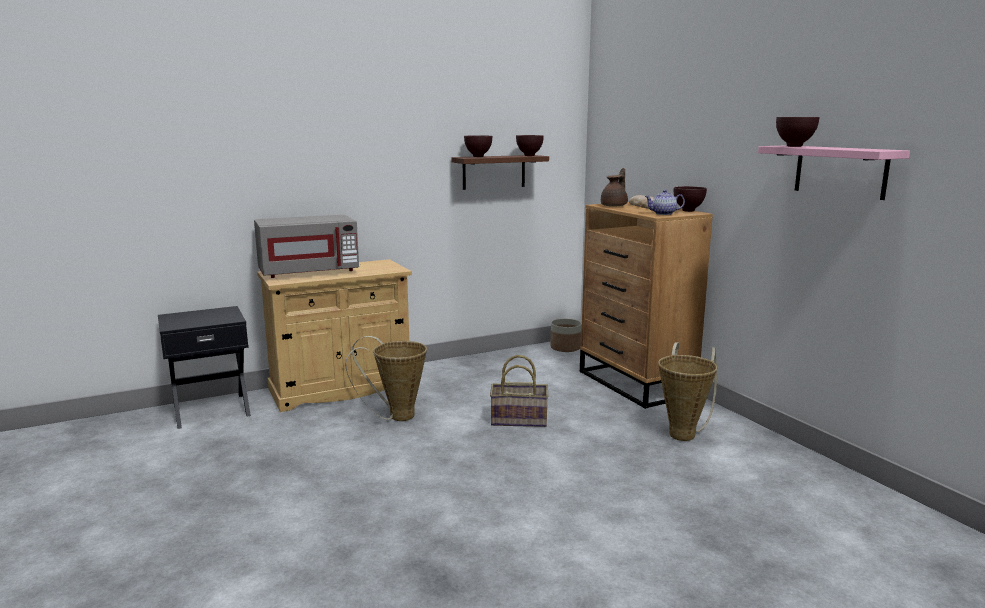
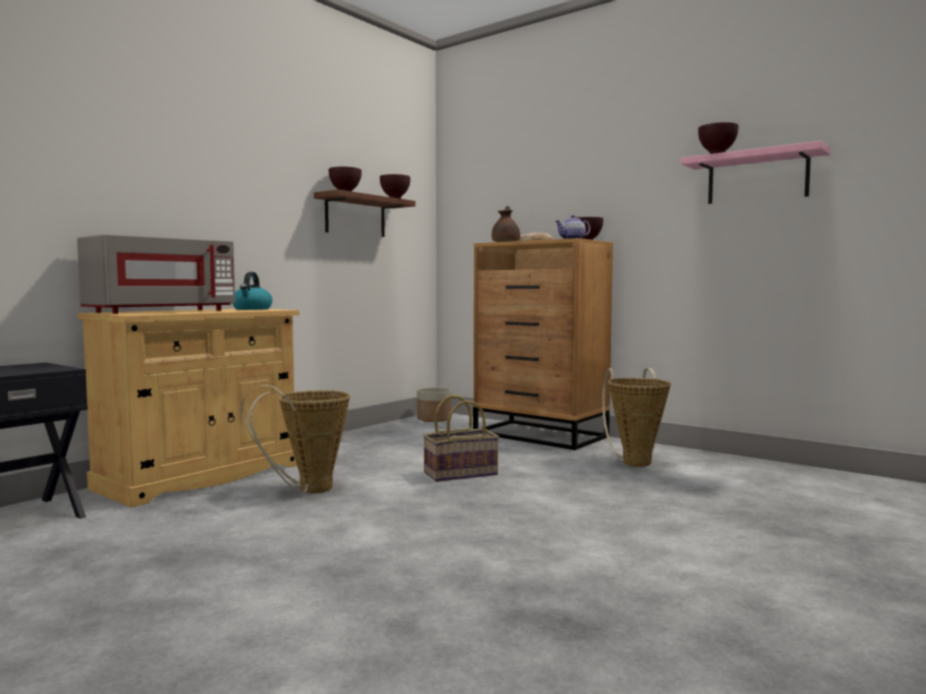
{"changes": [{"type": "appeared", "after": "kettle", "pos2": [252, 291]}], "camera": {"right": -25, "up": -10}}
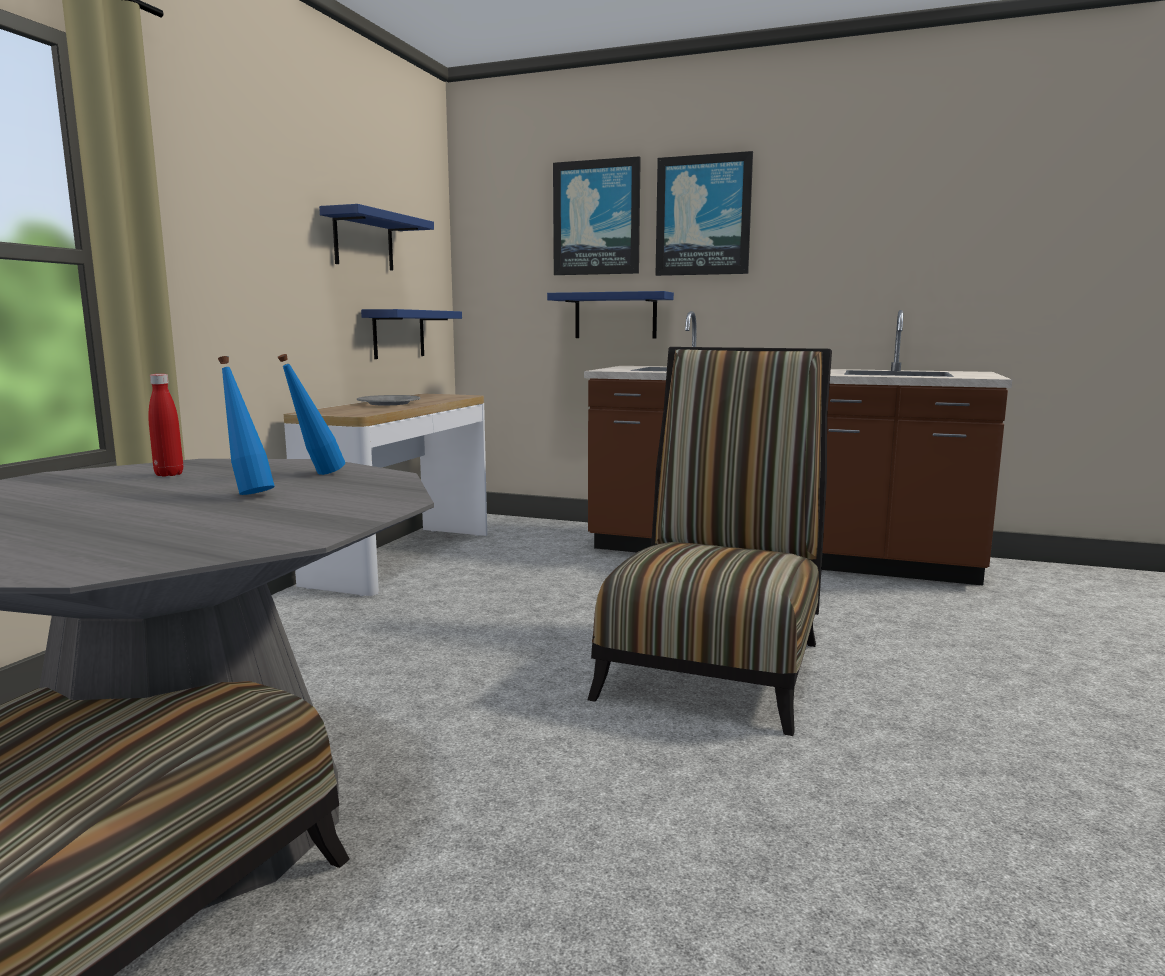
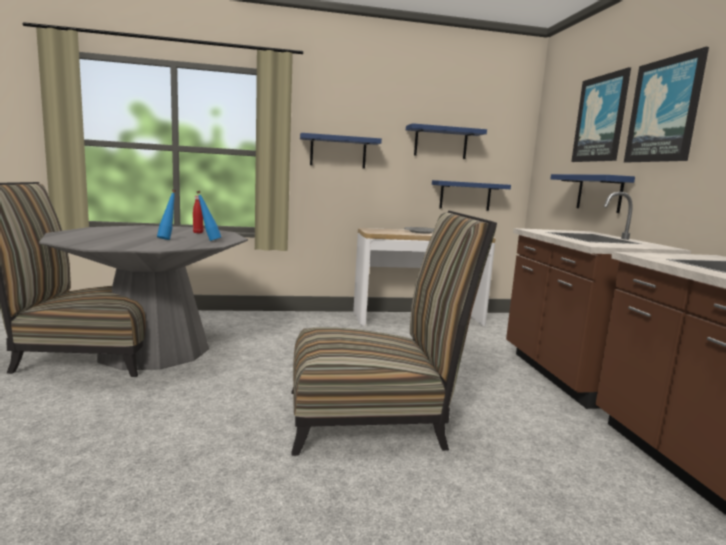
{"changes": [{"type": "appeared", "after": "blue shelf", "pos2": [341, 151]}], "camera": {"right": 60, "up": 0}}
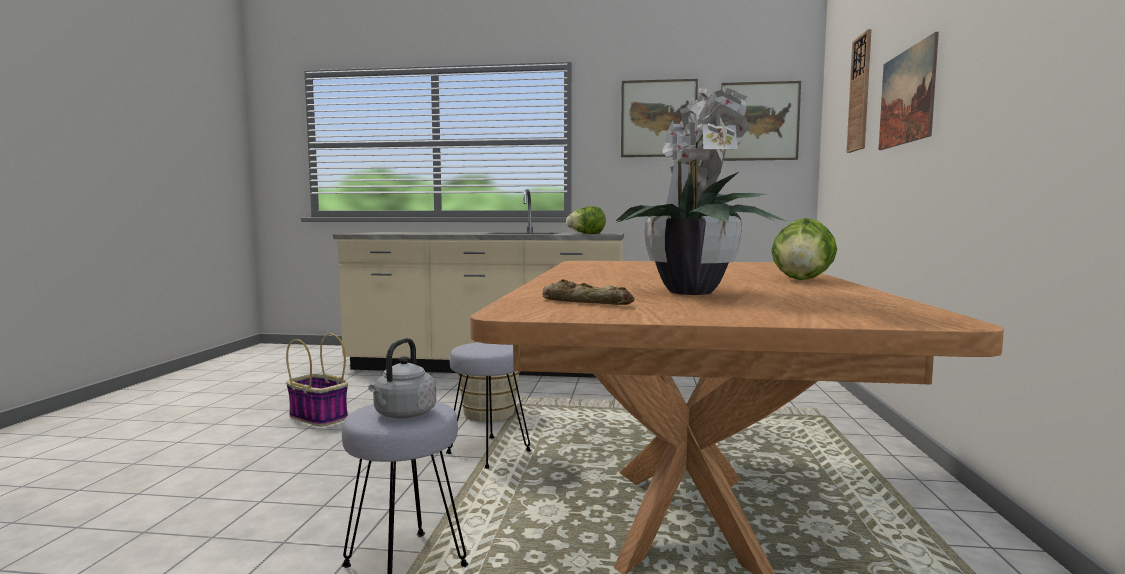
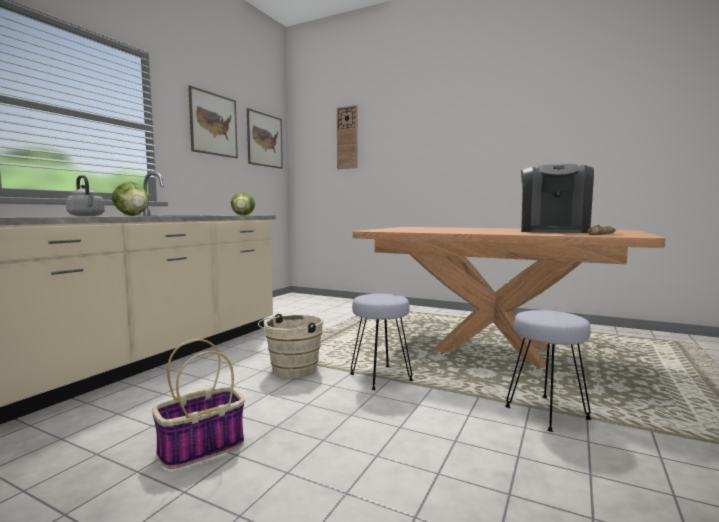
{"changes": [{"type": "relocated", "before": "grey kettle", "pos1": [402, 378], "pos2": [85, 195]}, {"type": "relocated", "before": "lettuce", "pos1": [804, 249], "pos2": [130, 198]}, {"type": "exchanged", "before": "potted plant", "after": "coffee machine", "pos1": [700, 190], "pos2": [557, 198]}, {"type": "missing", "before": "picture", "pos1": [909, 91]}], "camera": {"right": -70, "up": 0}}
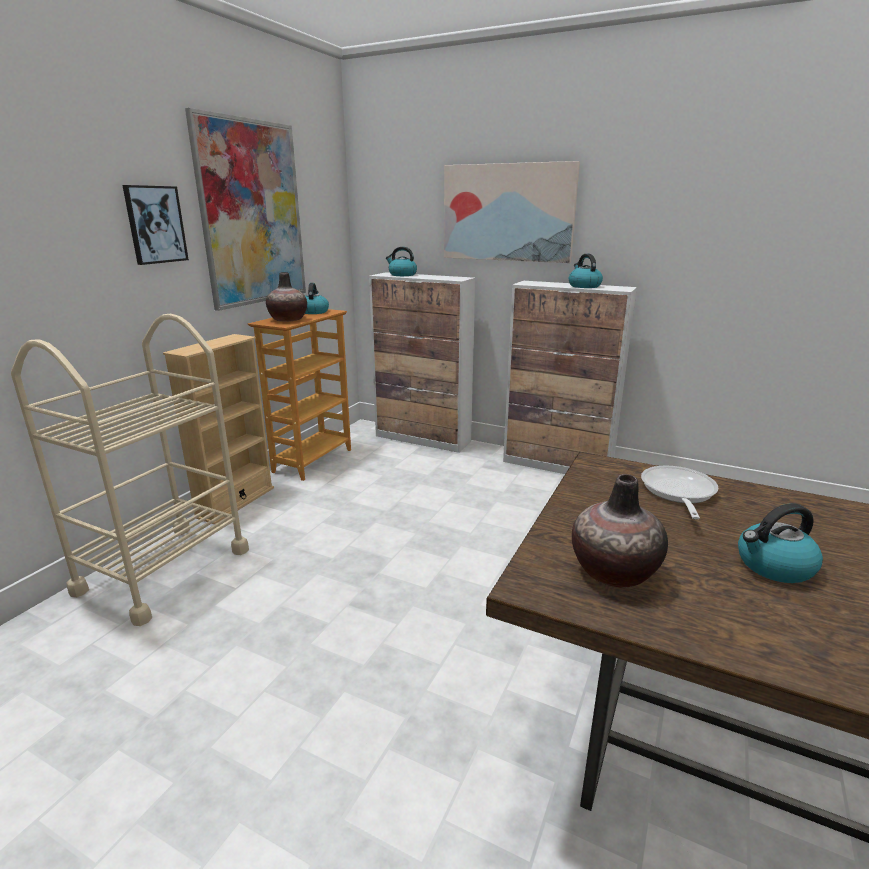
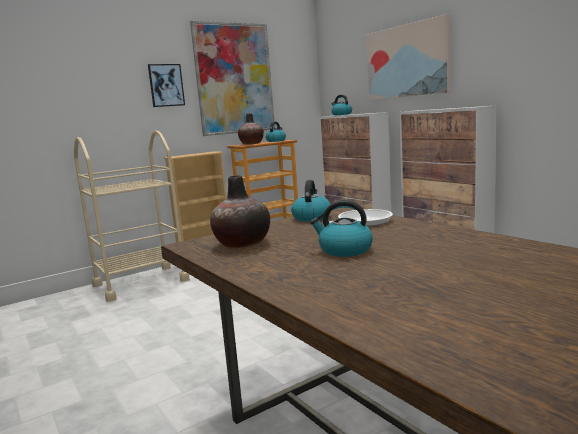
{"changes": [{"type": "relocated", "before": "kettle", "pos1": [586, 271], "pos2": [311, 201]}], "camera": {"right": 30, "up": -10}}
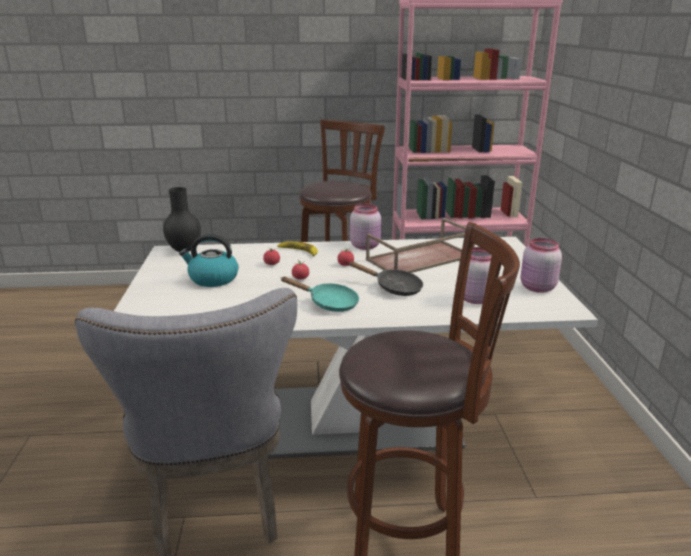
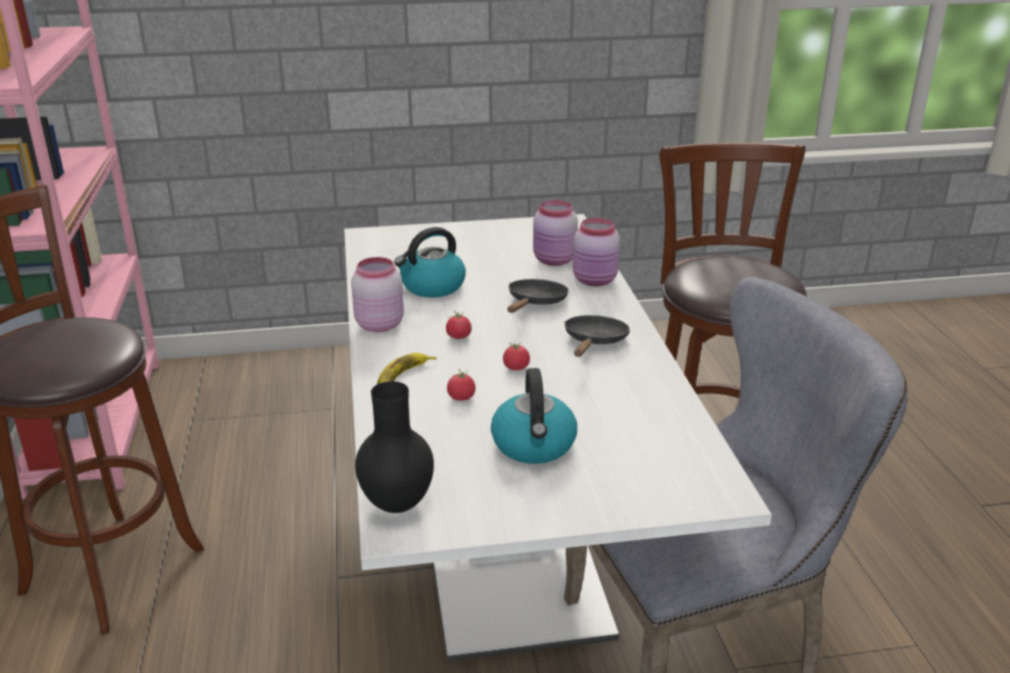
{"changes": [{"type": "exchanged", "before": "brown tray", "after": "kettle", "pos1": [420, 245], "pos2": [430, 262]}, {"type": "colour", "before": "turquoise frying pan", "after": "black frying pan", "pos1": [319, 294], "pos2": [597, 336]}, {"type": "relocated", "before": "pink jar", "pos1": [541, 265], "pos2": [596, 251]}], "camera": {"right": -95, "up": 5}}
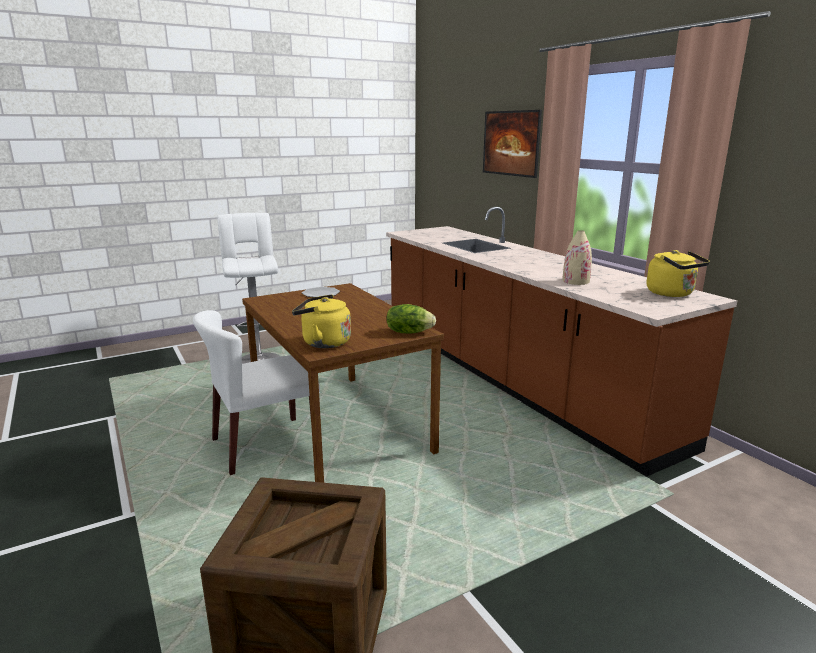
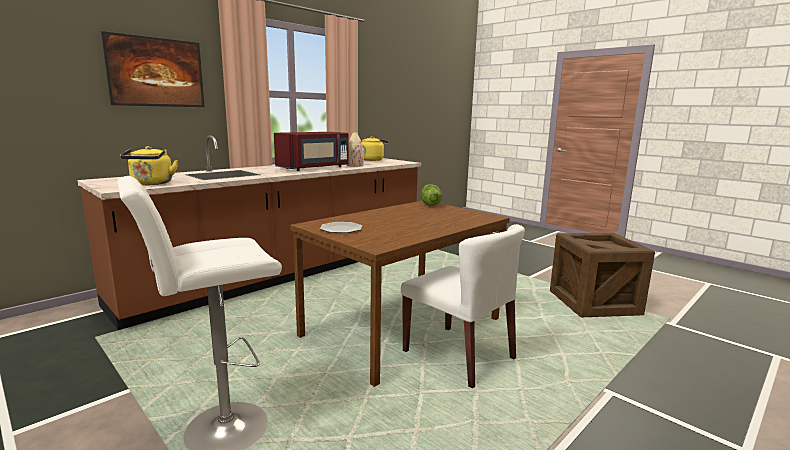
{"changes": [{"type": "relocated", "before": "yellow kettle", "pos1": [321, 321], "pos2": [149, 165]}, {"type": "appeared", "after": "red microwave", "pos2": [311, 151]}], "camera": {"right": -105, "up": -5}}
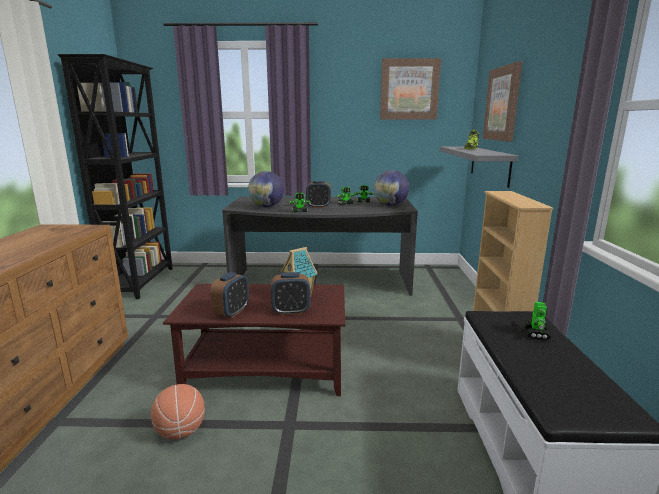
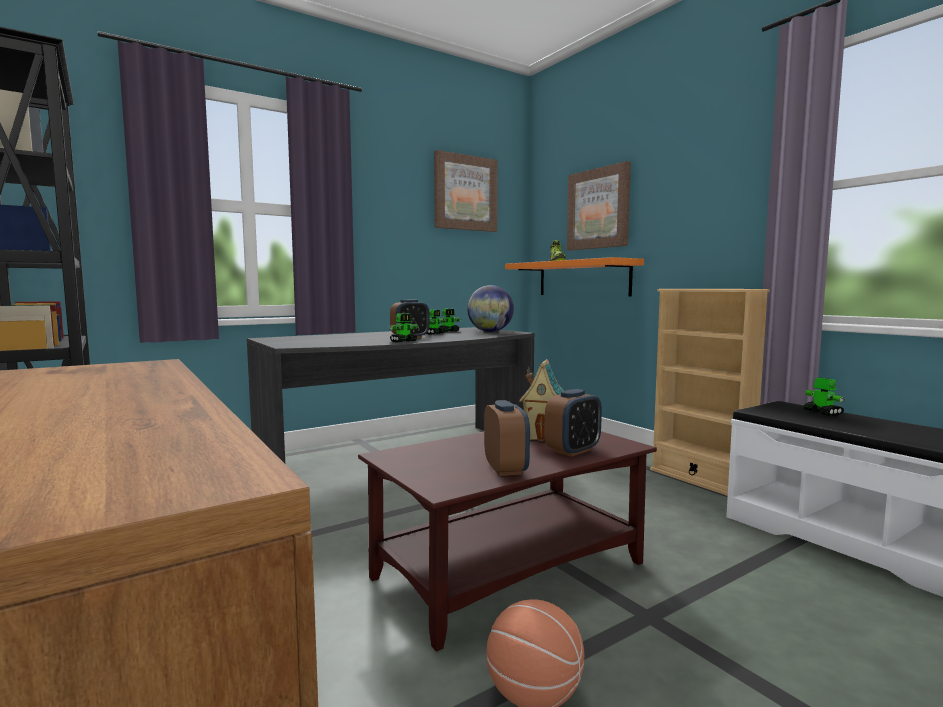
{"changes": [{"type": "colour", "before": "grey shelf", "after": "orange shelf", "pos1": [479, 167], "pos2": [574, 276]}, {"type": "missing", "before": "globe", "pos1": [266, 189]}], "camera": {"right": -35, "up": -10}}
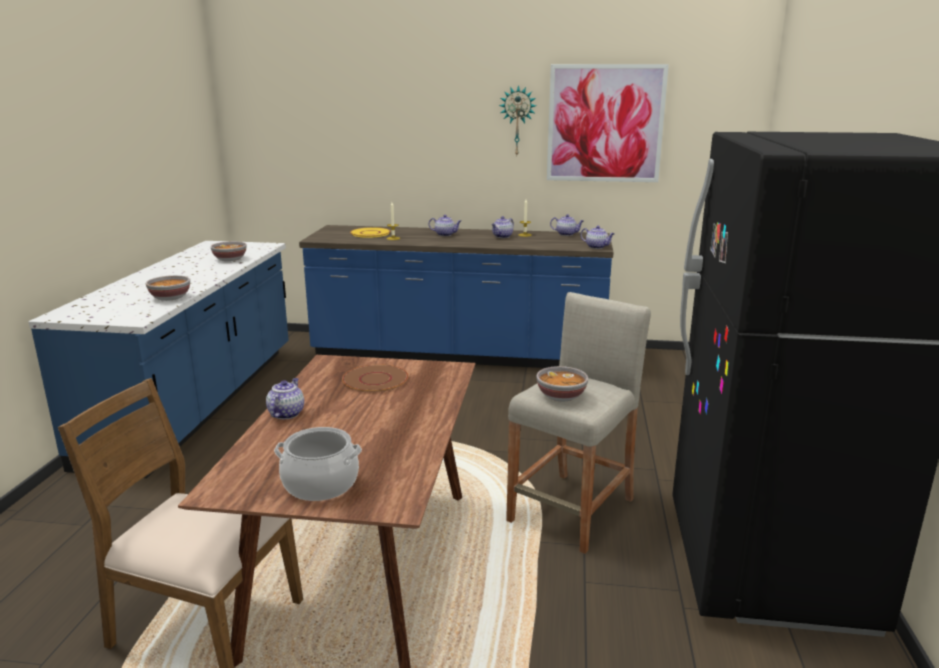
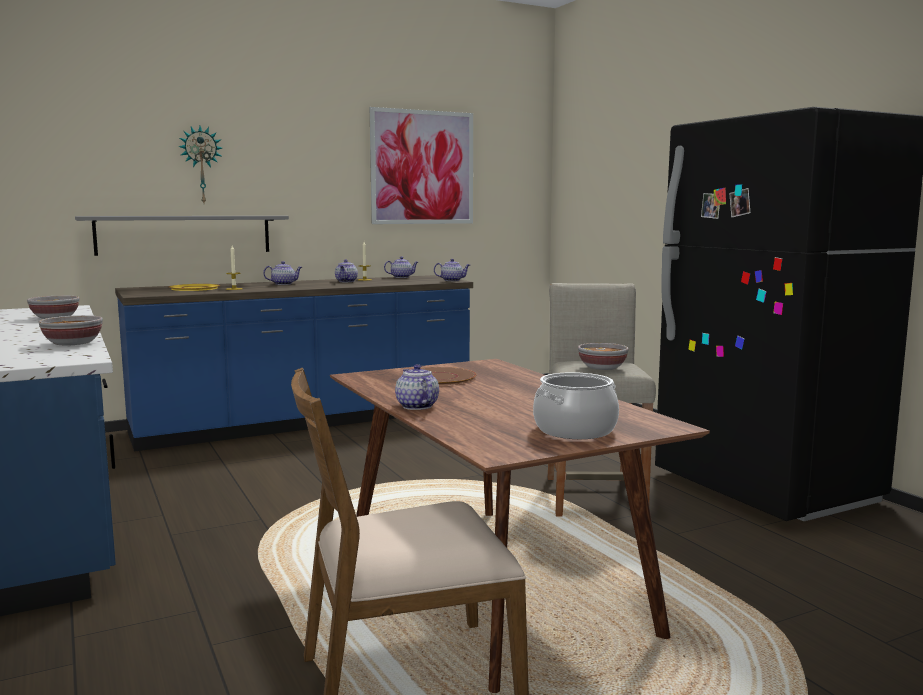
{"changes": [{"type": "appeared", "after": "grey shelf", "pos2": [182, 236]}, {"type": "relocated", "before": "wall clock", "pos1": [518, 120], "pos2": [200, 164]}], "camera": {"right": -35, "up": -10}}
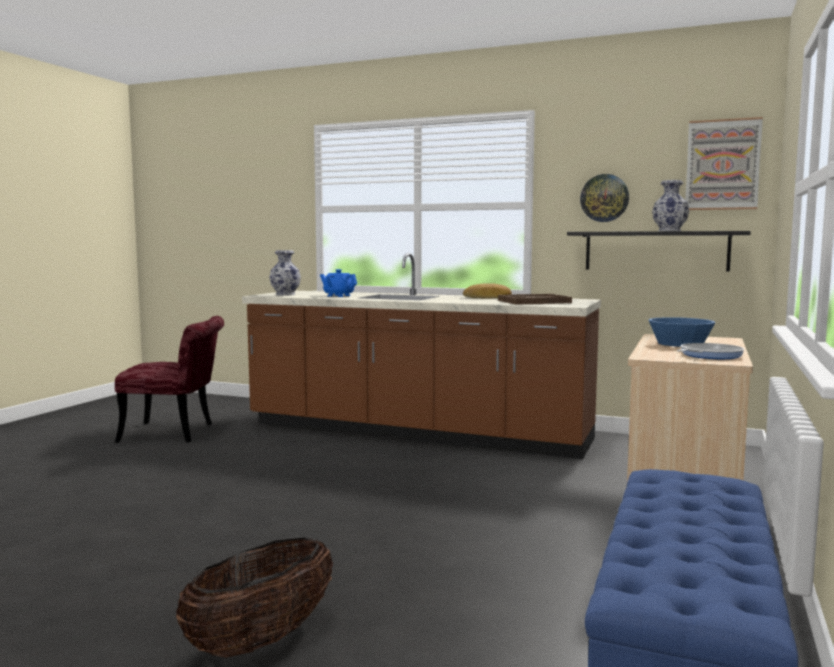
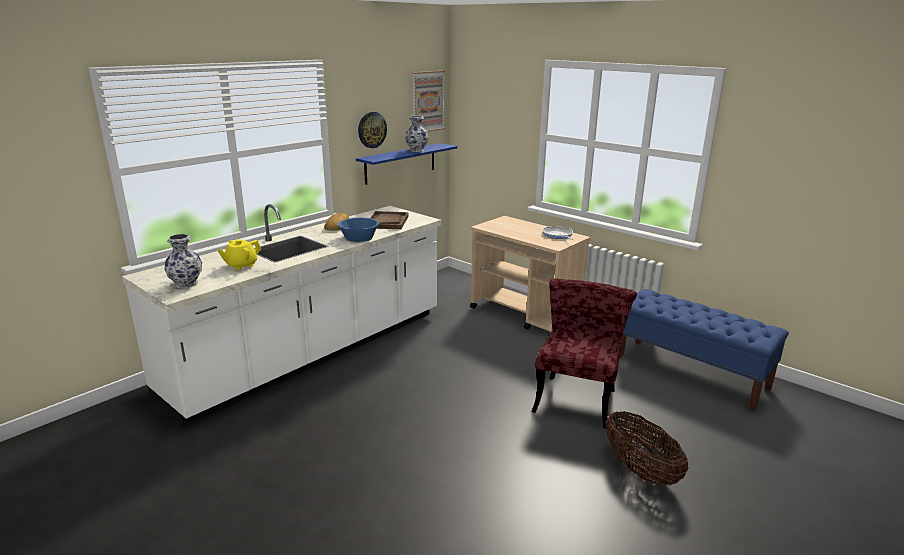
{"changes": [{"type": "colour", "before": "brown counter", "after": "white counter", "pos1": [421, 356], "pos2": [281, 315]}, {"type": "colour", "before": "blue teapot", "after": "yellow teapot", "pos1": [338, 283], "pos2": [239, 254]}, {"type": "relocated", "before": "blue bowl", "pos1": [682, 332], "pos2": [358, 229]}, {"type": "colour", "before": "black shelf", "after": "blue shelf", "pos1": [659, 251], "pos2": [406, 164]}, {"type": "relocated", "before": "red chair", "pos1": [169, 379], "pos2": [584, 353]}], "camera": {"right": -70, "up": 15}}
